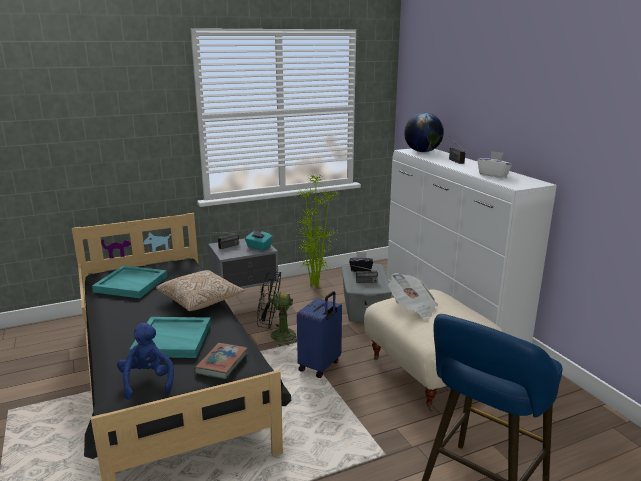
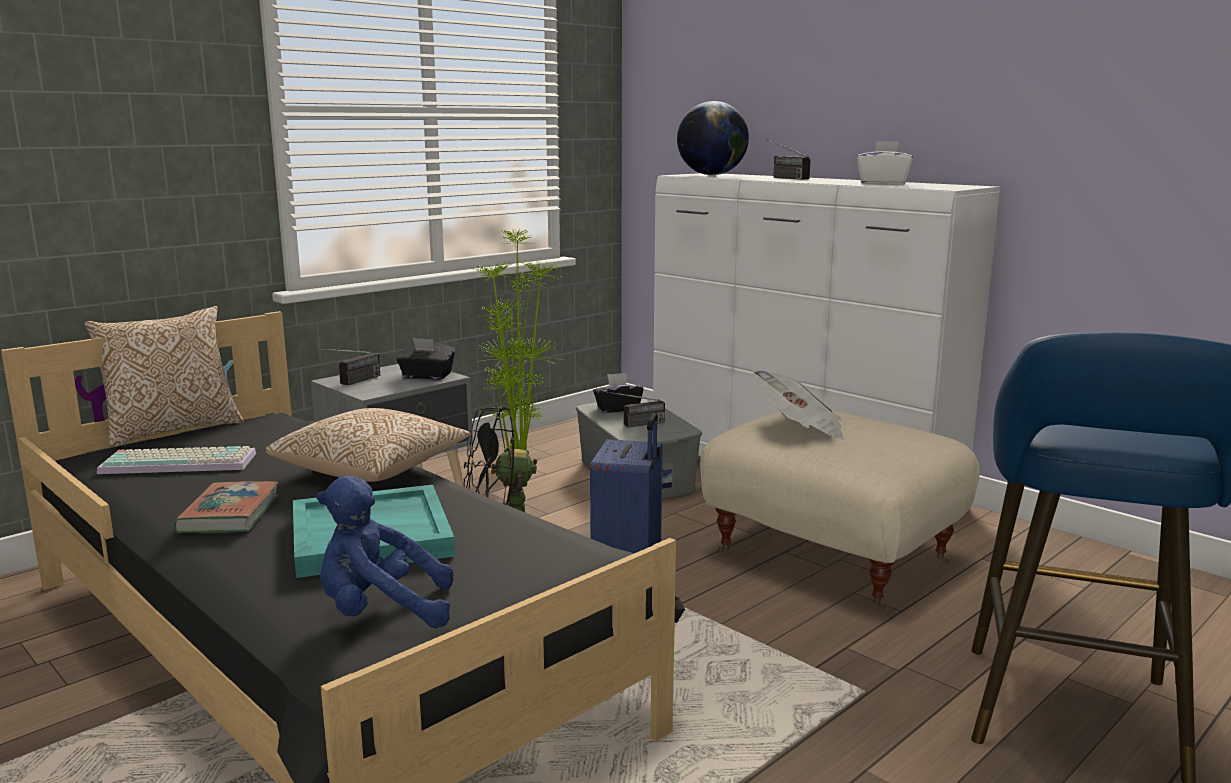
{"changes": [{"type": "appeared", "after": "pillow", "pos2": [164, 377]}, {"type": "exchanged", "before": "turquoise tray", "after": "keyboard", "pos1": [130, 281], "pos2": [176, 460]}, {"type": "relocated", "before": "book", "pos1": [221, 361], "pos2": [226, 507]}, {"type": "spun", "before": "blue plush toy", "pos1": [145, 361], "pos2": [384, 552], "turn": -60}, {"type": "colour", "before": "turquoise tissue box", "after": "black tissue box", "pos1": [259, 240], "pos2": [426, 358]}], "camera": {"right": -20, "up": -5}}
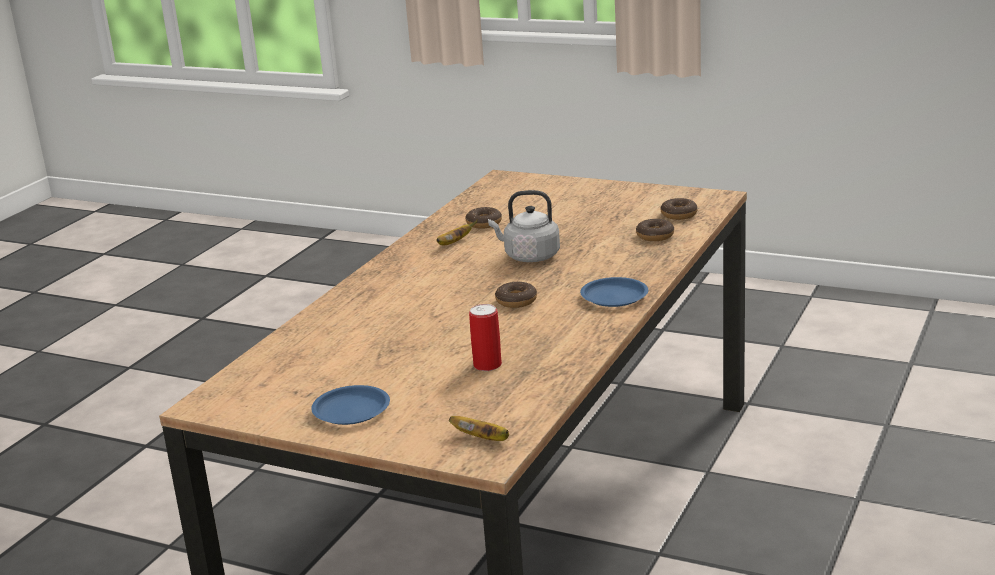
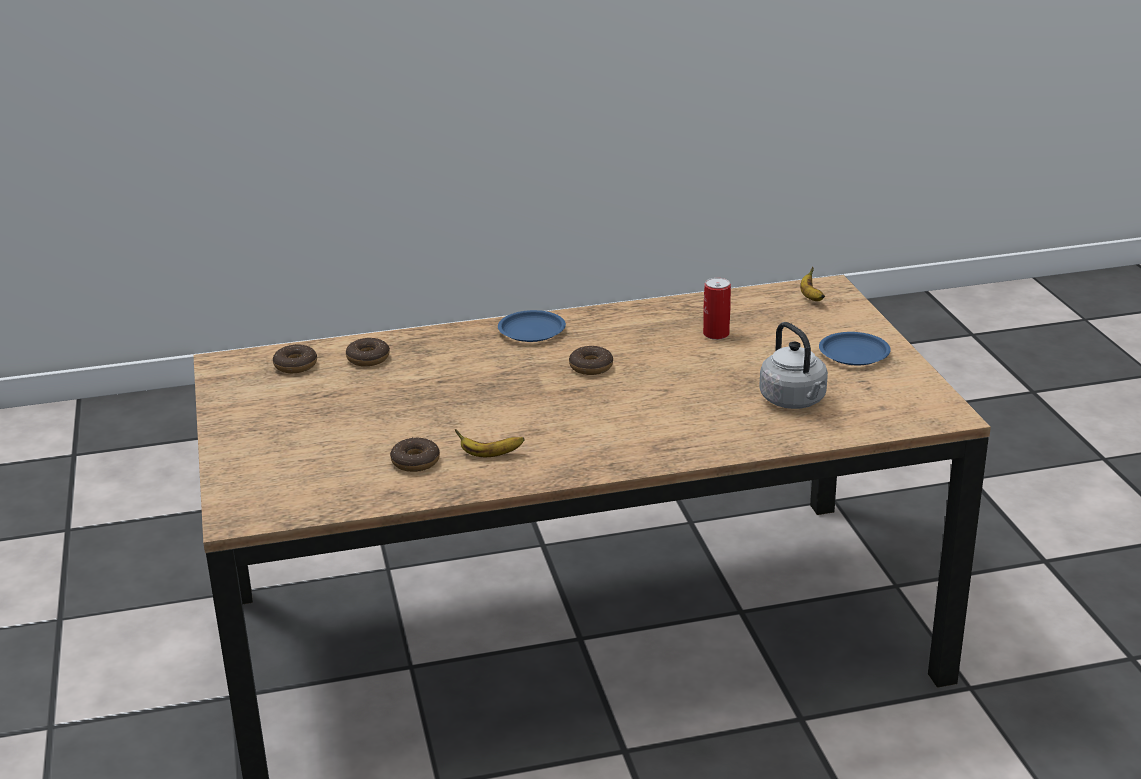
{"changes": [{"type": "relocated", "before": "grey kettle", "pos1": [524, 226], "pos2": [793, 365]}], "camera": {"right": -130, "up": 5}}
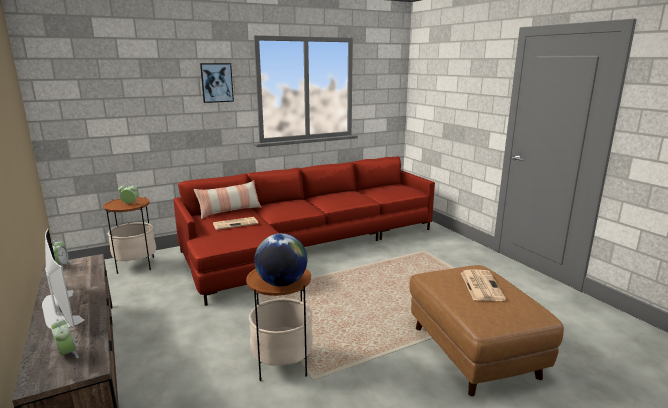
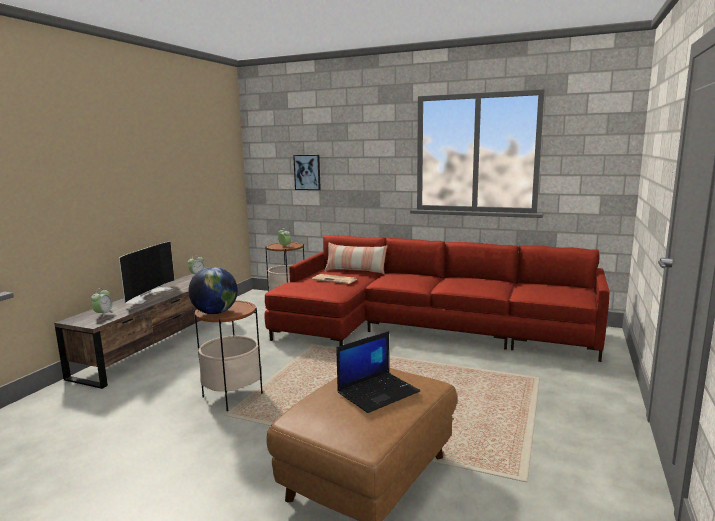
{"changes": [{"type": "relocated", "before": "picture", "pos1": [217, 83], "pos2": [307, 172]}, {"type": "exchanged", "before": "newspaper", "after": "laptop", "pos1": [483, 285], "pos2": [378, 372]}], "camera": {"right": 50, "up": -5}}
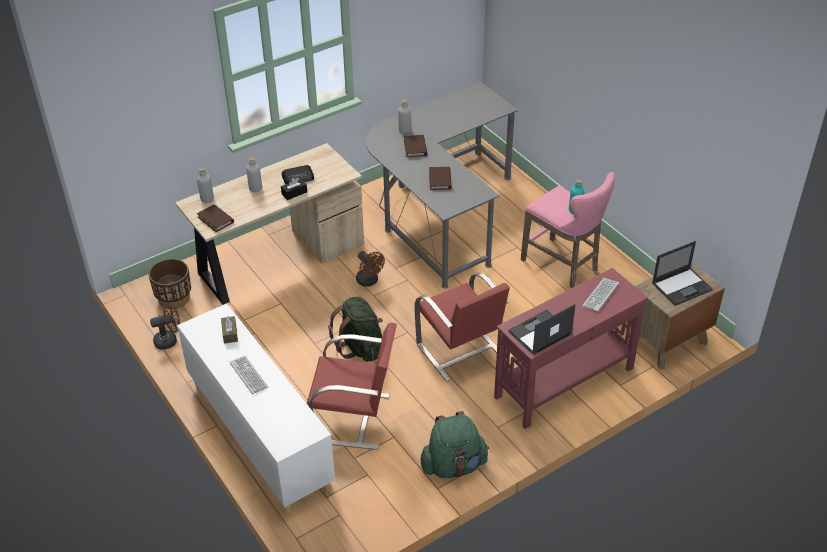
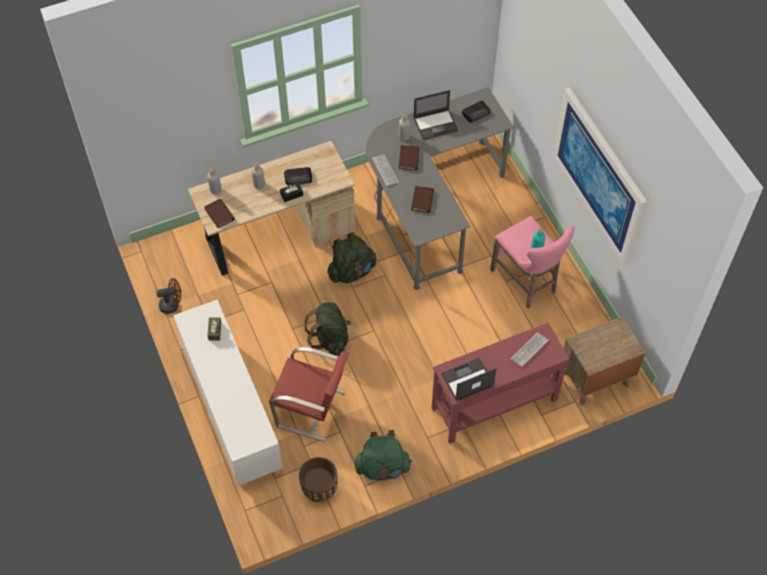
{"changes": [{"type": "relocated", "before": "brown planter", "pos1": [169, 284], "pos2": [318, 480]}, {"type": "exchanged", "before": "brown fan", "after": "green backpack", "pos1": [370, 269], "pos2": [351, 257]}, {"type": "relocated", "before": "keyboard", "pos1": [249, 375], "pos2": [385, 170]}, {"type": "relocated", "before": "laptop", "pos1": [682, 273], "pos2": [435, 115]}, {"type": "appeared", "after": "radio", "pos2": [476, 112]}, {"type": "appeared", "after": "picture", "pos2": [599, 176]}, {"type": "missing", "before": "red chair", "pos1": [462, 327]}], "camera": {"right": 10, "up": 15}}
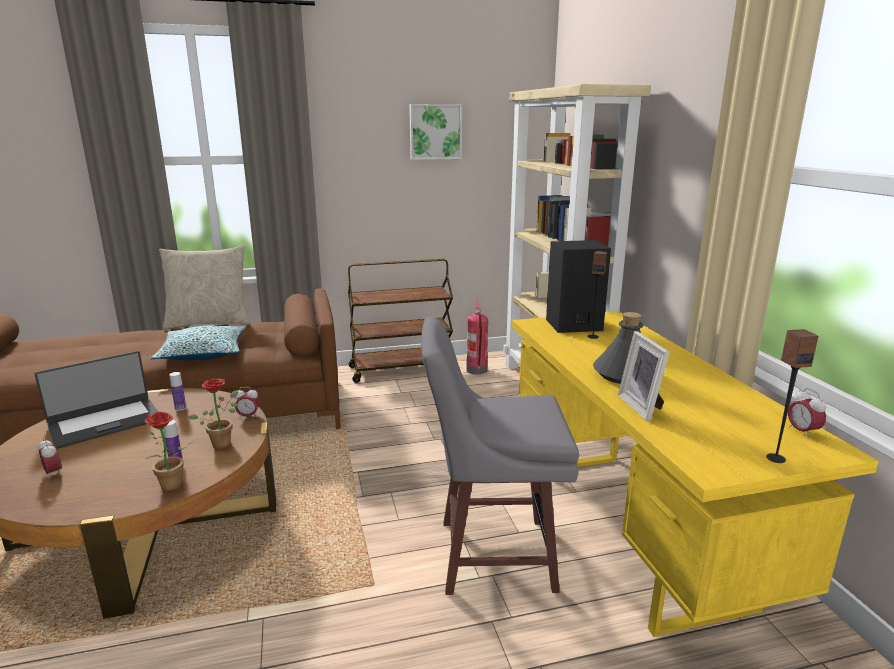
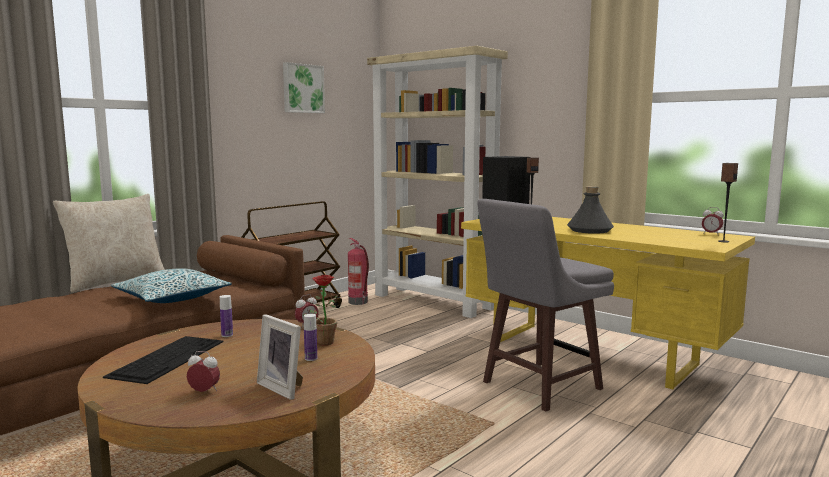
{"changes": [{"type": "exchanged", "before": "laptop", "after": "keyboard", "pos1": [96, 400], "pos2": [163, 360]}, {"type": "relocated", "before": "picture frame", "pos1": [644, 376], "pos2": [280, 357]}, {"type": "missing", "before": "potted plant", "pos1": [169, 451]}], "camera": {"right": -35, "up": -10}}
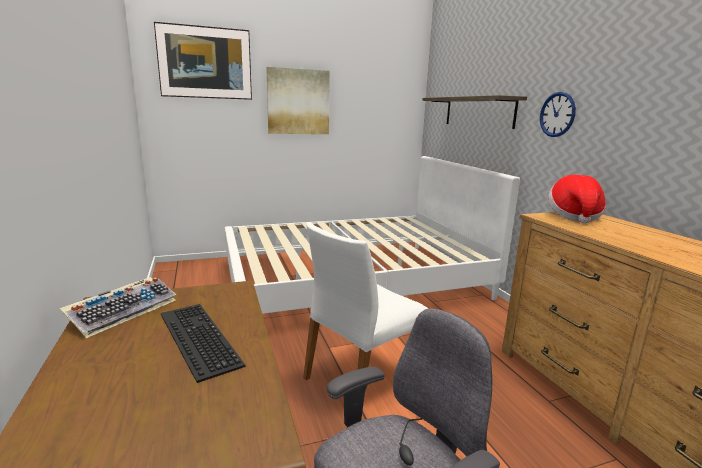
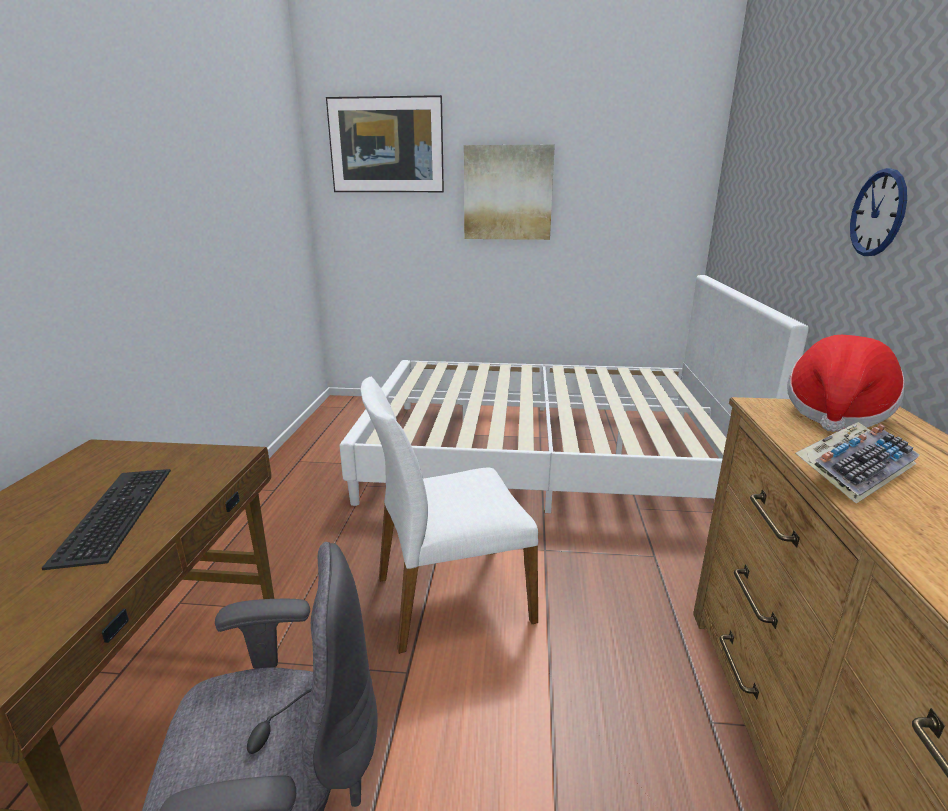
{"changes": [{"type": "relocated", "before": "keyboard", "pos1": [118, 307], "pos2": [858, 463]}, {"type": "missing", "before": "shelf", "pos1": [474, 112]}], "camera": {"right": 25, "up": 5}}
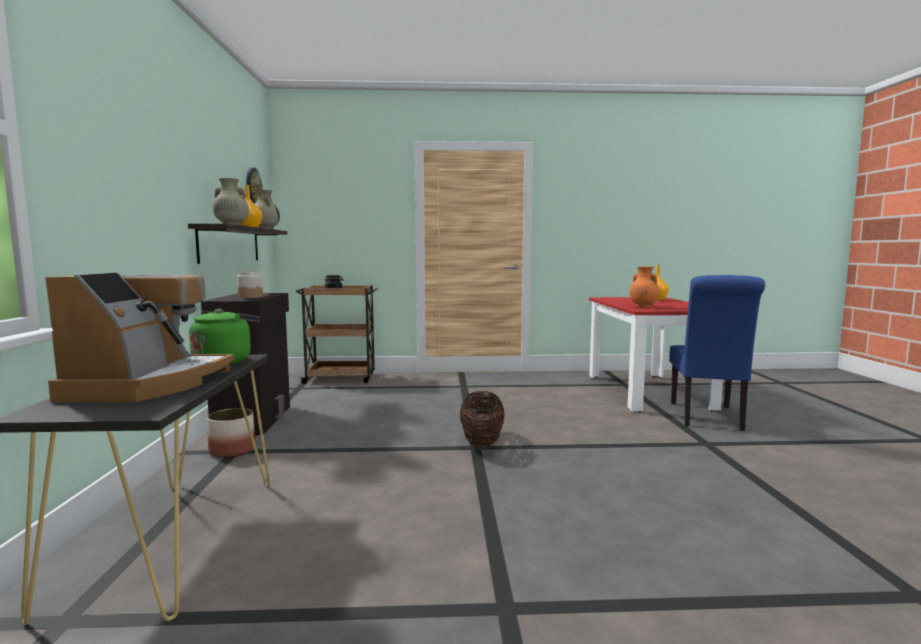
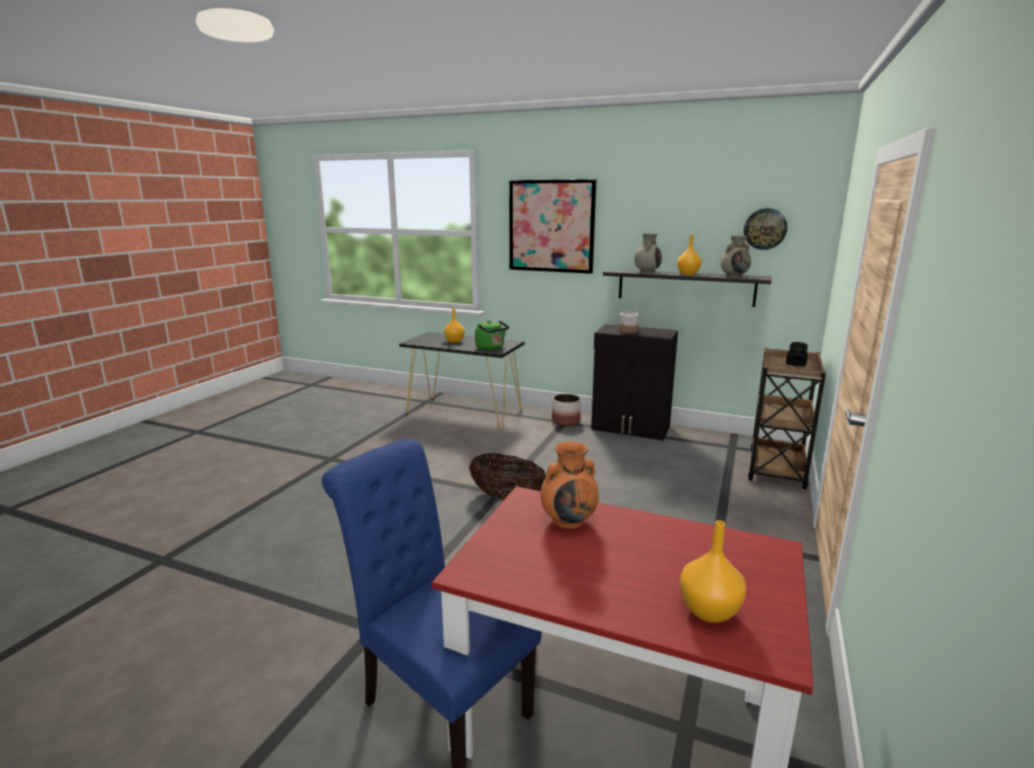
{"changes": [{"type": "exchanged", "before": "coffee machine", "after": "orange vase", "pos1": [140, 337], "pos2": [454, 325]}, {"type": "appeared", "after": "picture", "pos2": [552, 226]}], "camera": {"right": 115, "up": 10}}
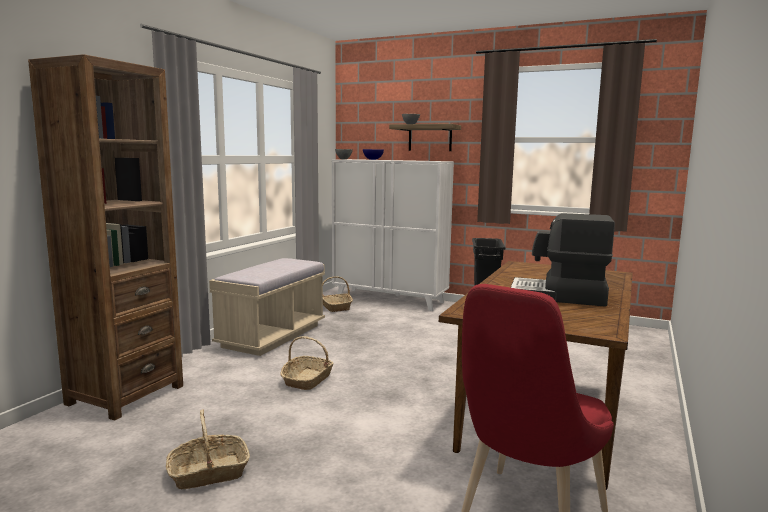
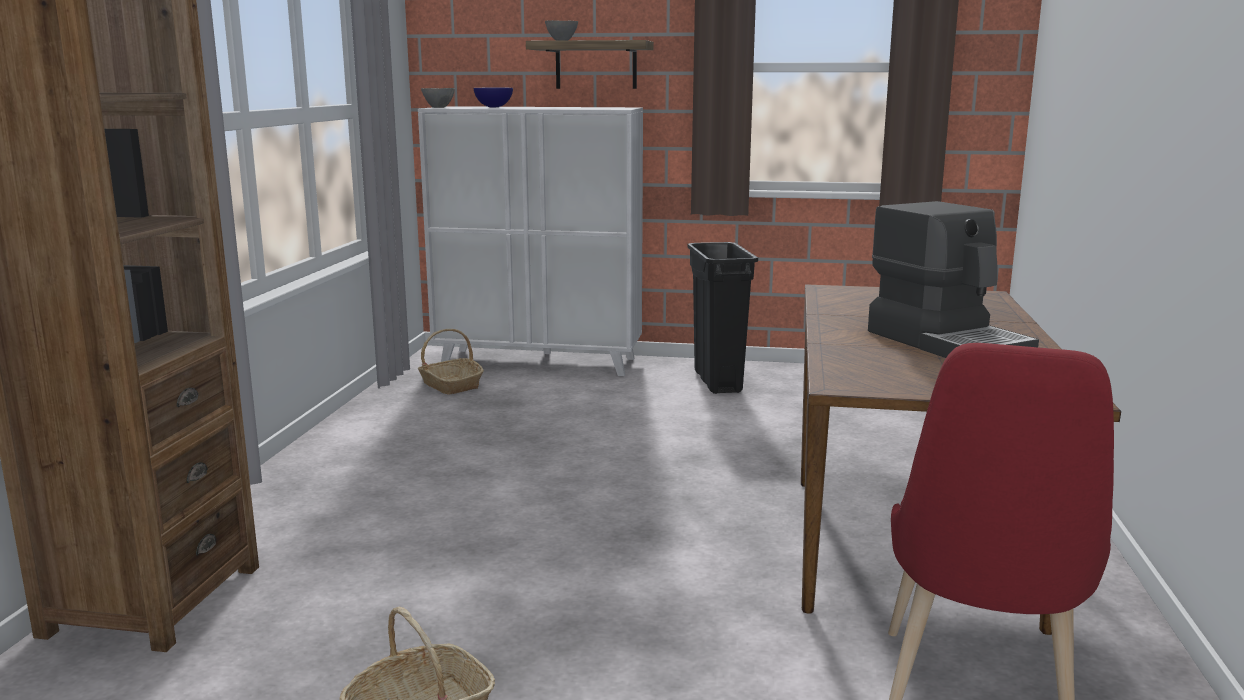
{"changes": [{"type": "spun", "before": "coffee machine", "pos1": [562, 260], "pos2": [953, 279], "turn": -120}, {"type": "missing", "before": "beige bench", "pos1": [267, 307]}, {"type": "missing", "before": "basket", "pos1": [307, 363]}], "camera": {"right": -15, "up": 5}}
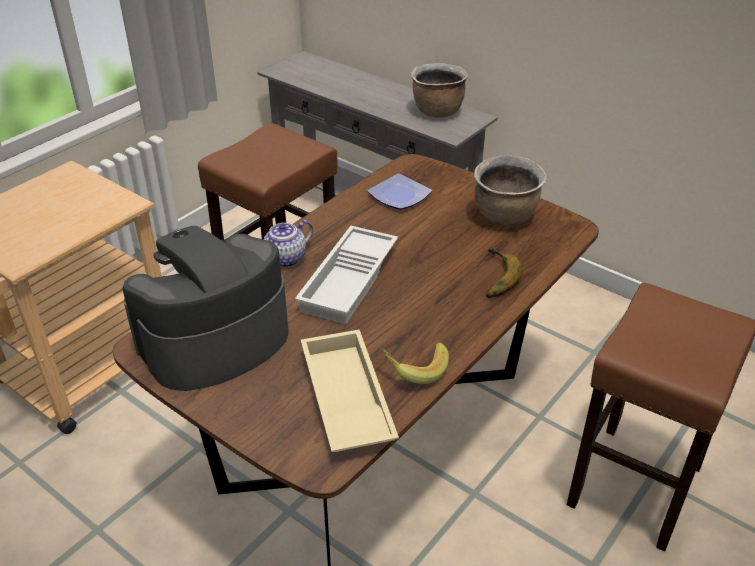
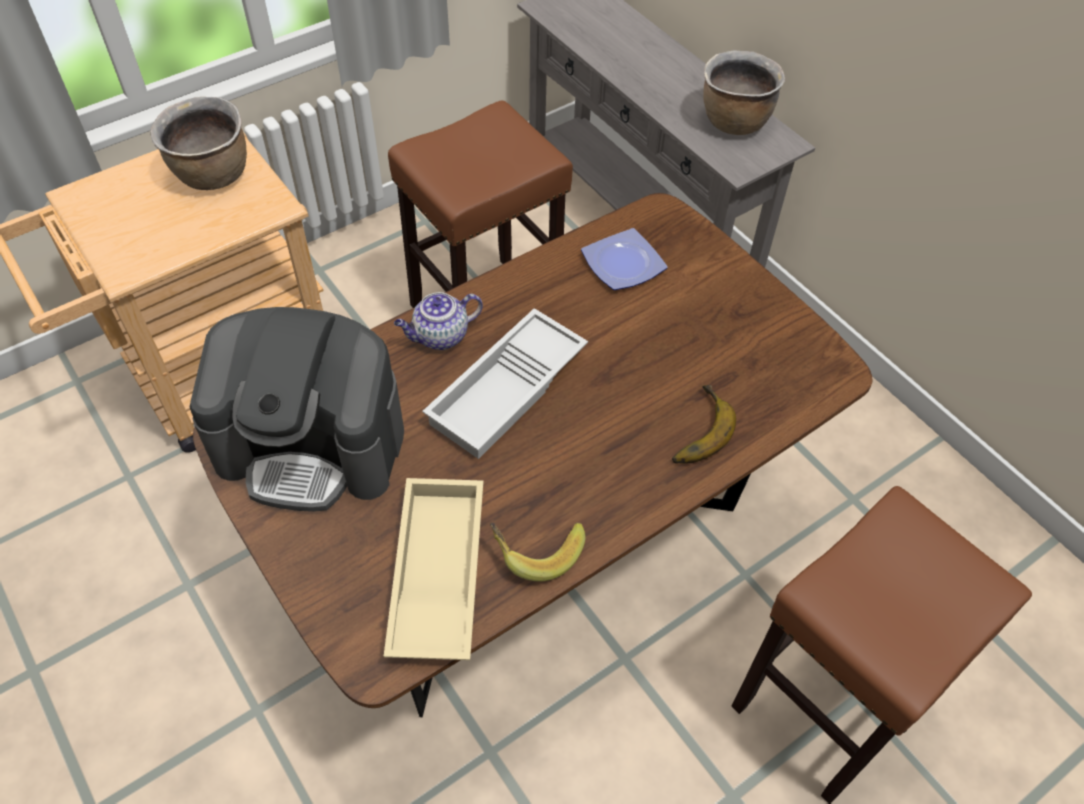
{"changes": [{"type": "relocated", "before": "brown cooking pot", "pos1": [510, 190], "pos2": [198, 143]}, {"type": "spun", "before": "coffee machine", "pos1": [205, 308], "pos2": [297, 409], "turn": -150}], "camera": {"right": 15, "up": 15}}
